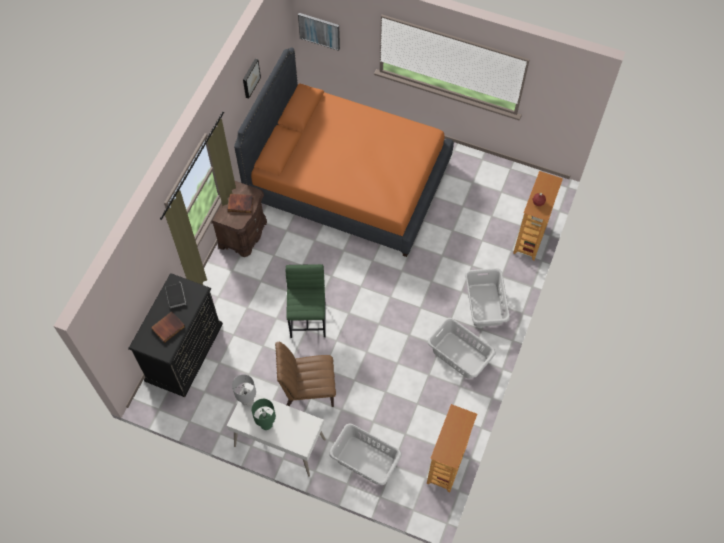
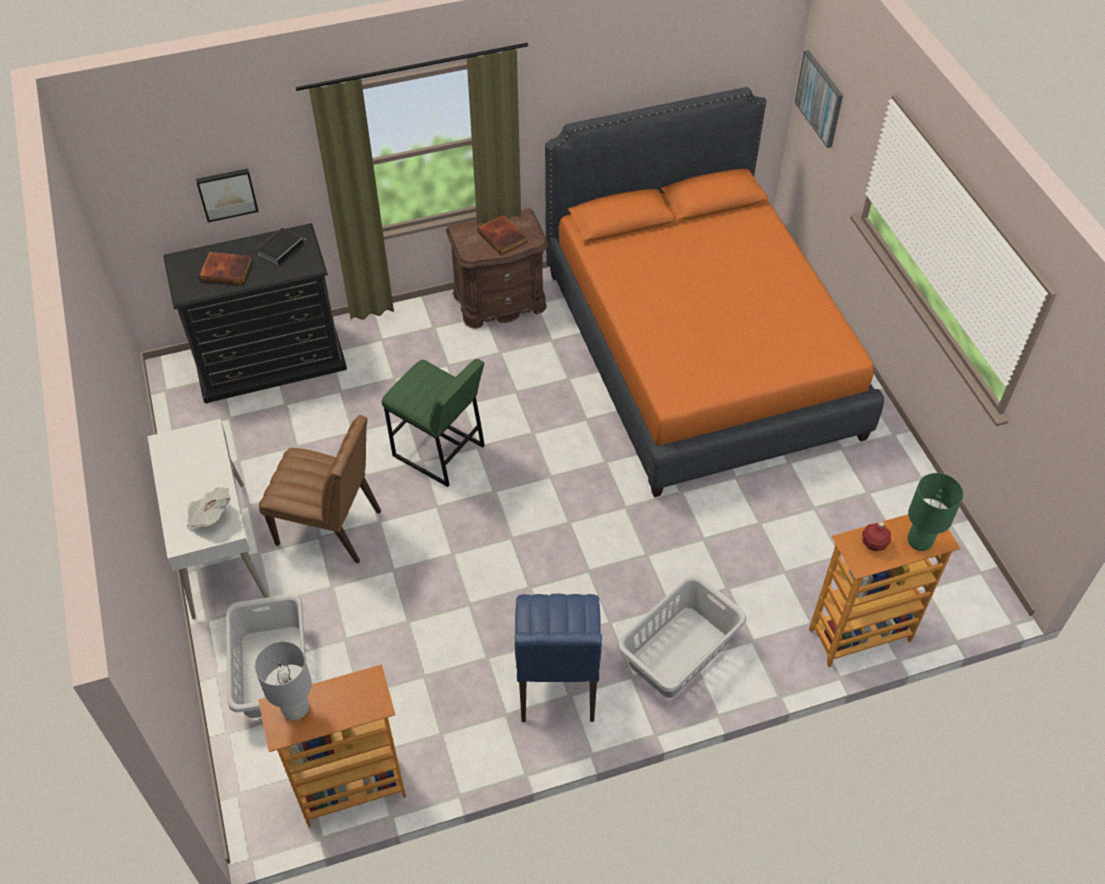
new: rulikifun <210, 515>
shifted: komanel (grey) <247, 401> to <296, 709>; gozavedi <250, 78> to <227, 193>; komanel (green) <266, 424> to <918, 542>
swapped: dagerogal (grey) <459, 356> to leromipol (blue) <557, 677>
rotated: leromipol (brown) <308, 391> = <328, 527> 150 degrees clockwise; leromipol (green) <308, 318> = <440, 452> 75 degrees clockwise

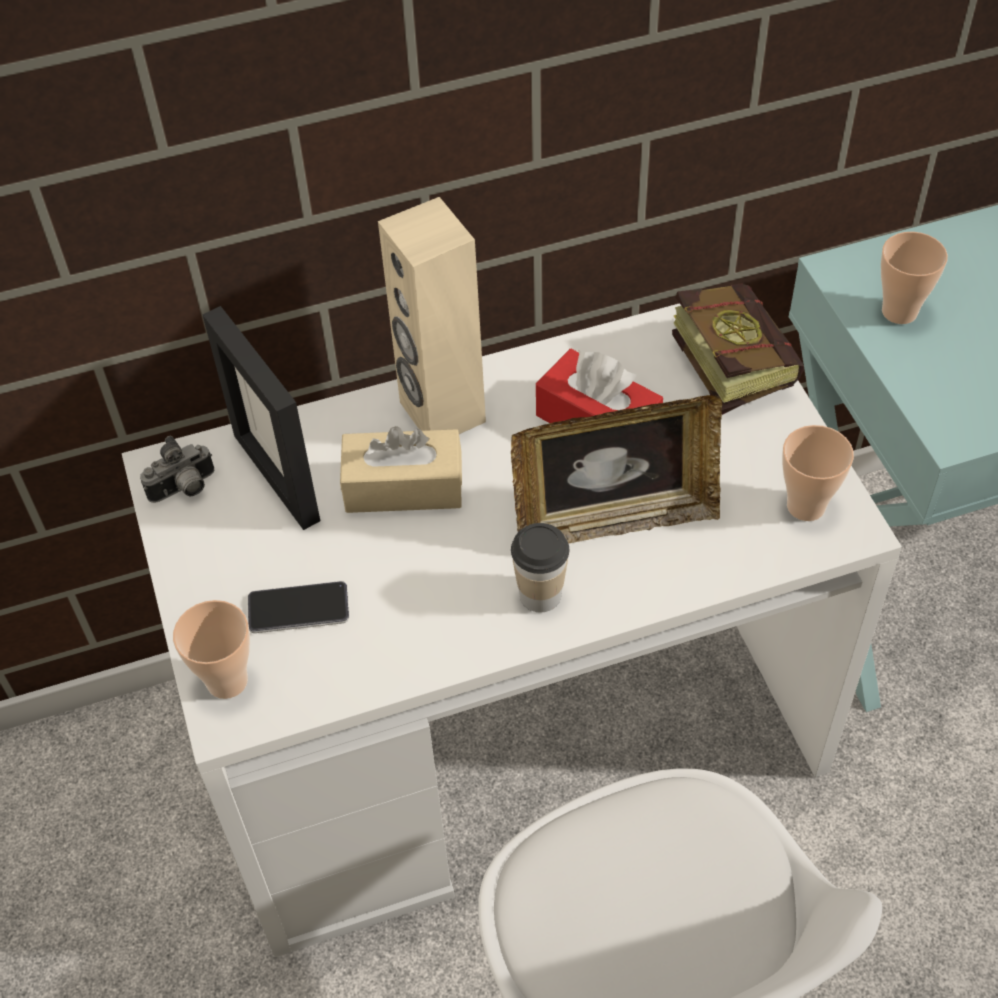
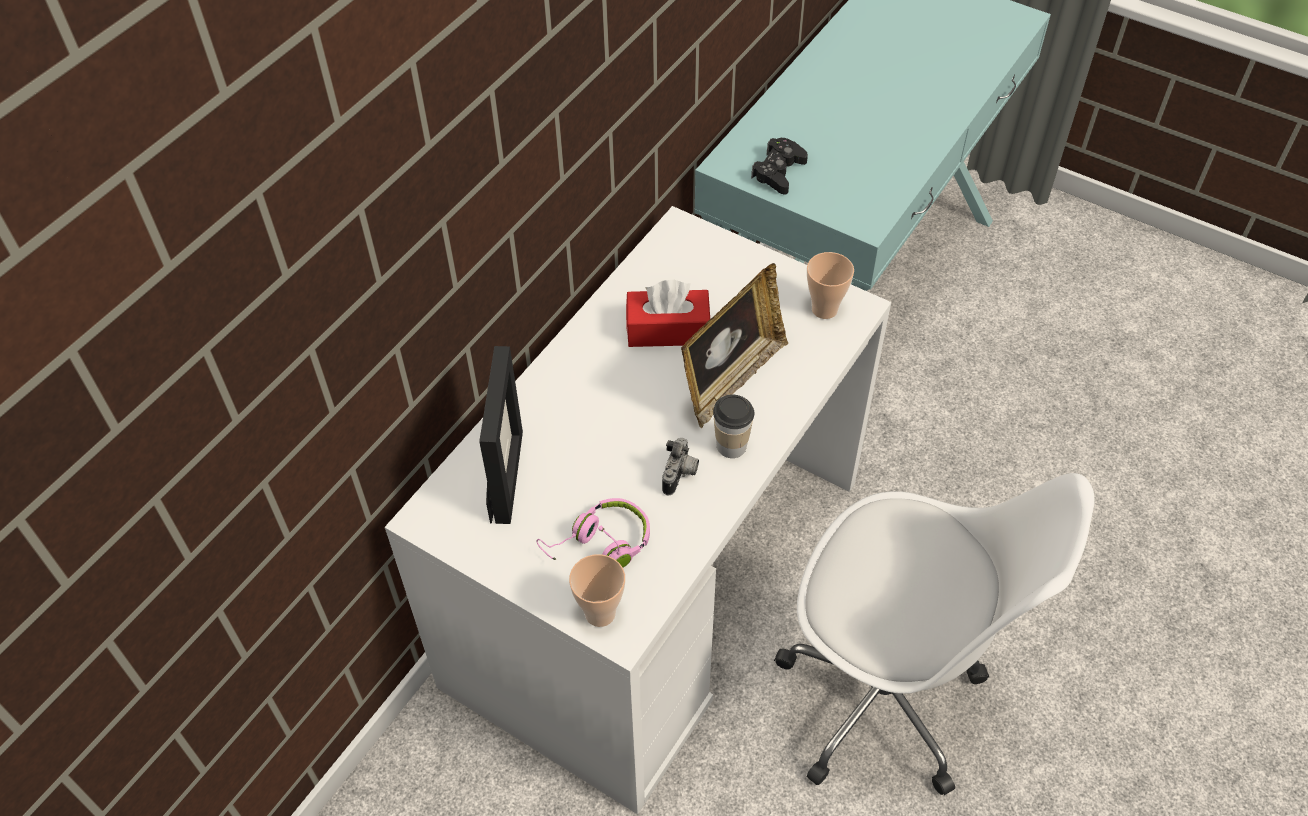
gone: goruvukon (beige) <403, 486>; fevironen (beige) <441, 412>; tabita <725, 360>
shifted: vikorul <185, 489> to <680, 475>
swapped: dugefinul <298, 609> to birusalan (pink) <600, 544>; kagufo <899, 311> to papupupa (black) <778, 172>
rotated: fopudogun <279, 476> = <506, 476> 105 degrees counterclockwise

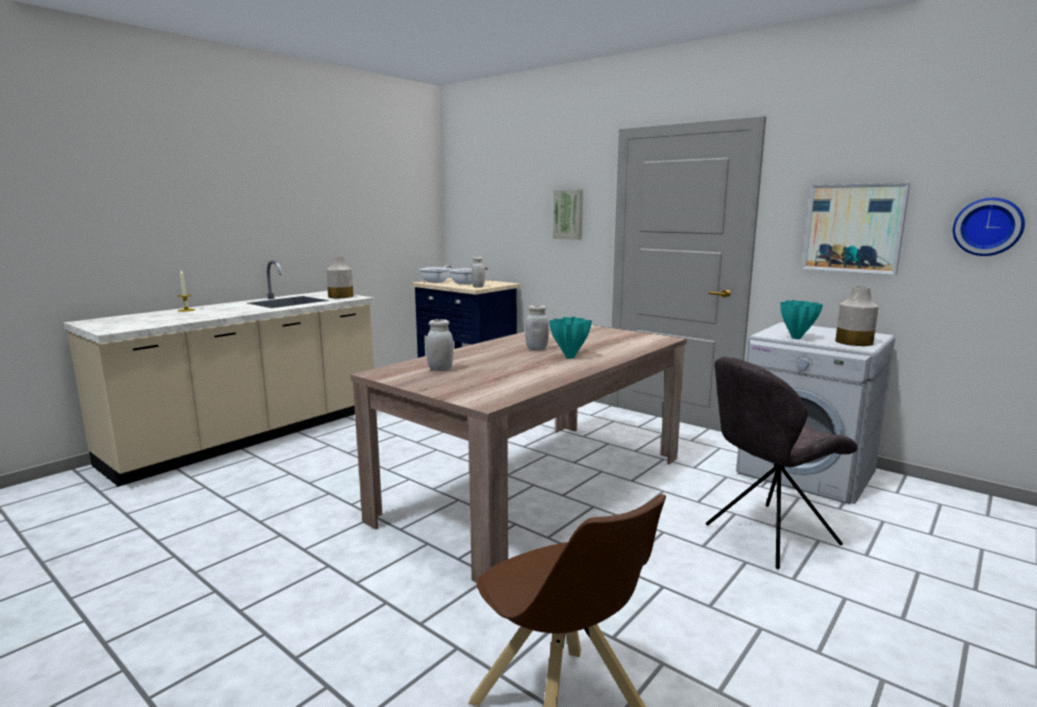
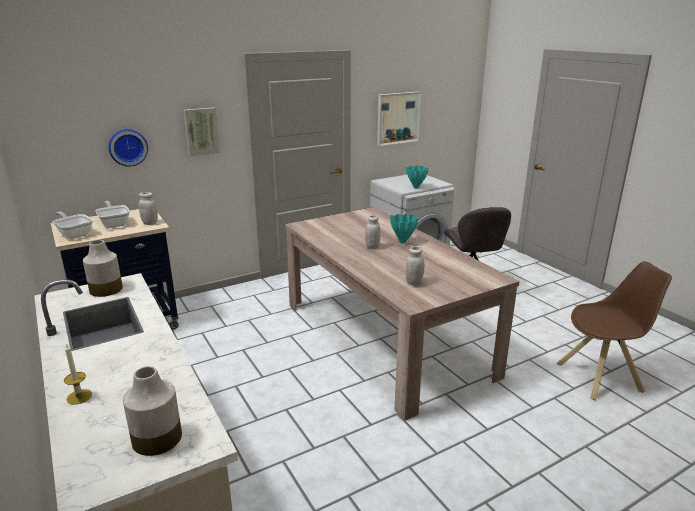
shifted: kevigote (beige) <853, 342> to <157, 438>; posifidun <987, 226> to <127, 147>

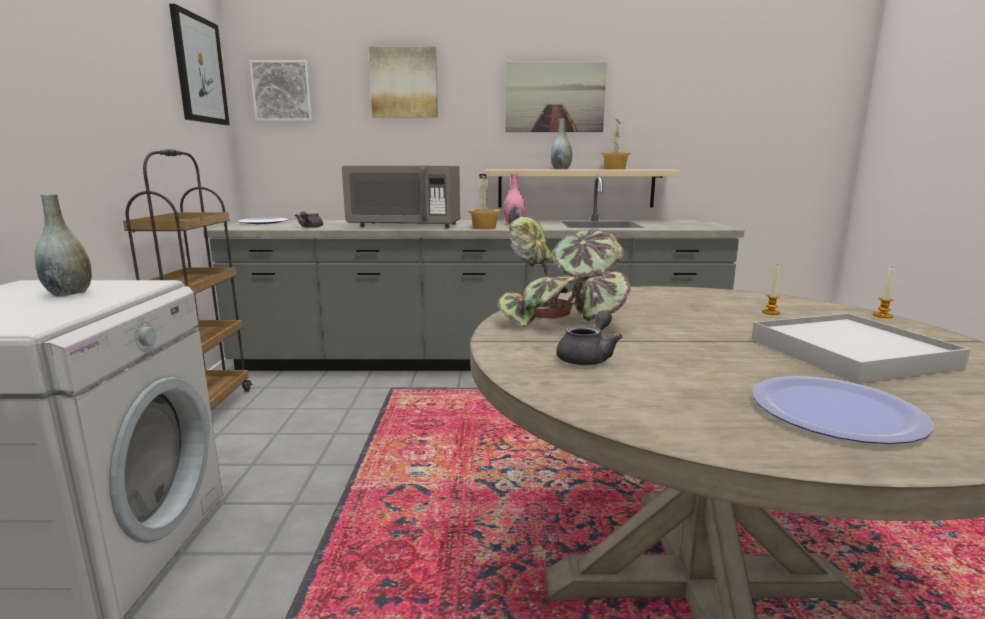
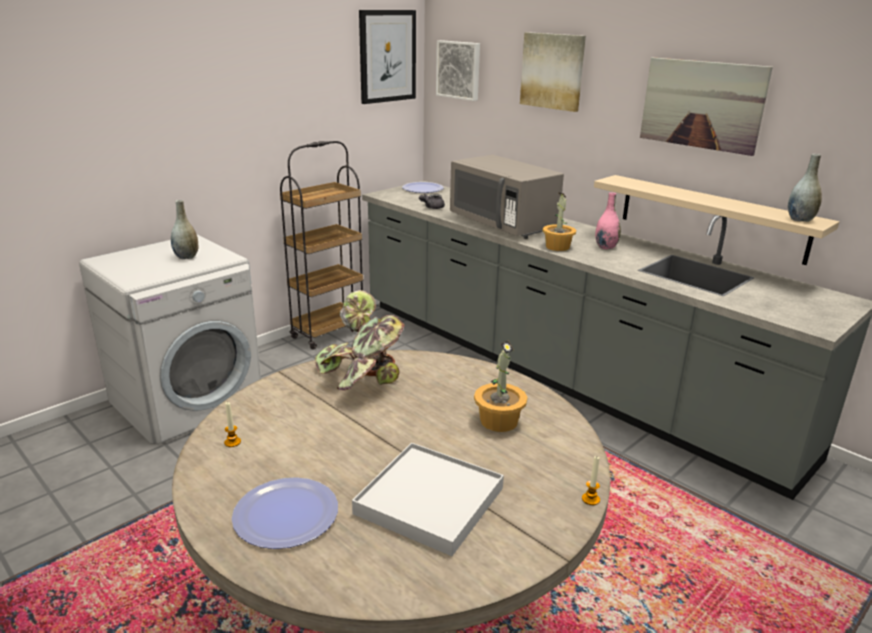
gone: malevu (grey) <588, 357>
shifted: kevigote (grey) <561, 169> to <800, 219>; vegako <614, 169> to <498, 421>; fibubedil <771, 312> to <232, 442>

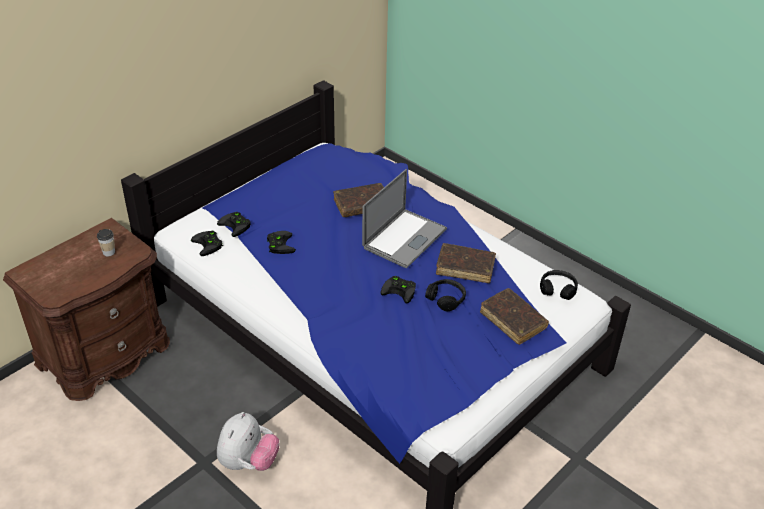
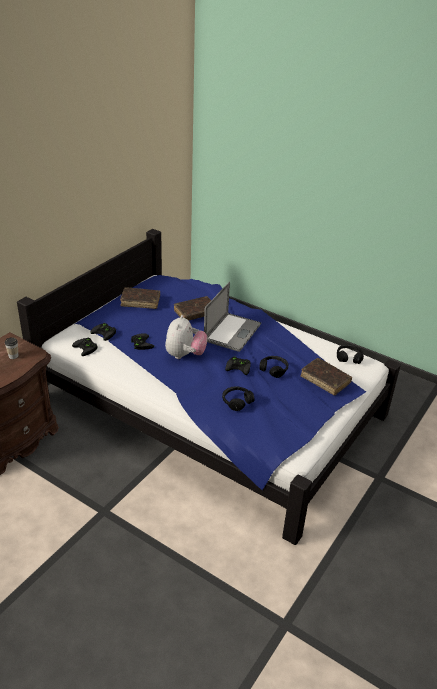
new: birusalan (black) <237, 401>
shifted: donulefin <248, 462> to <185, 355>; tabita (brown) <465, 268> to <140, 301>

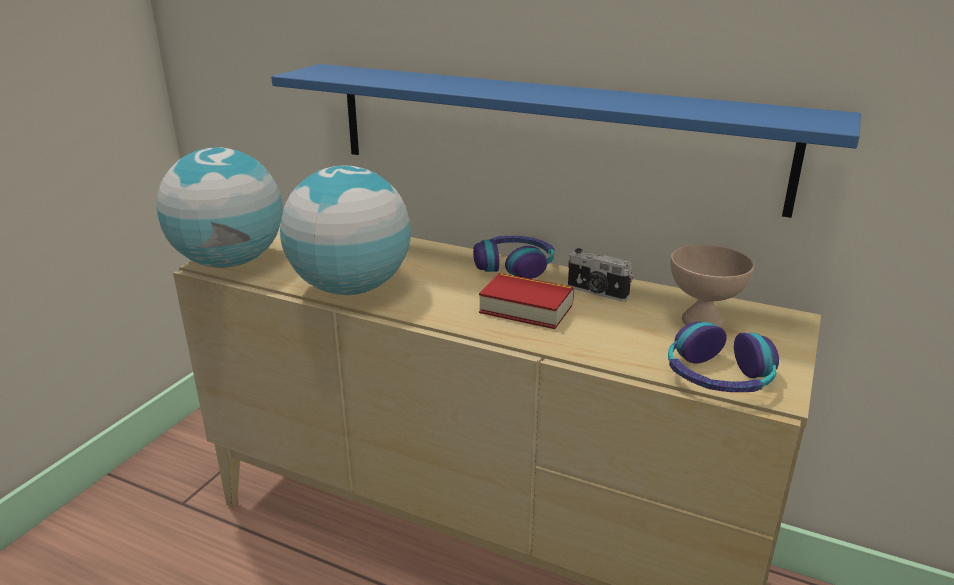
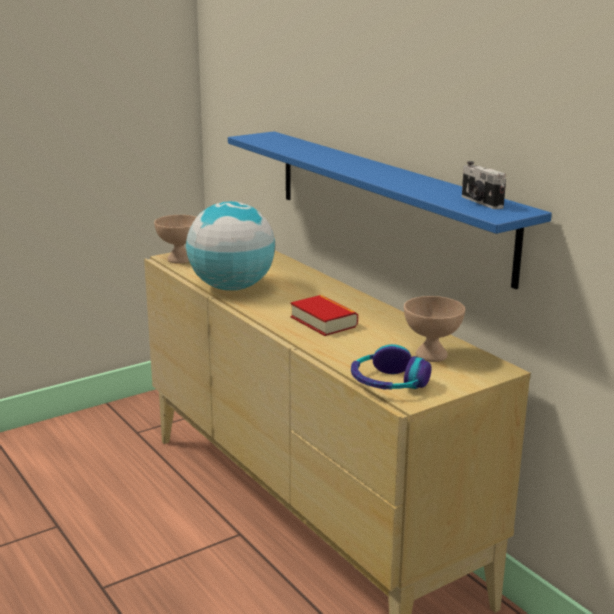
gone: birusalan <514, 266>
shifted: vikorul <597, 292> to <480, 202>
swapped: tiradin <229, 262> to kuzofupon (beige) <180, 259>

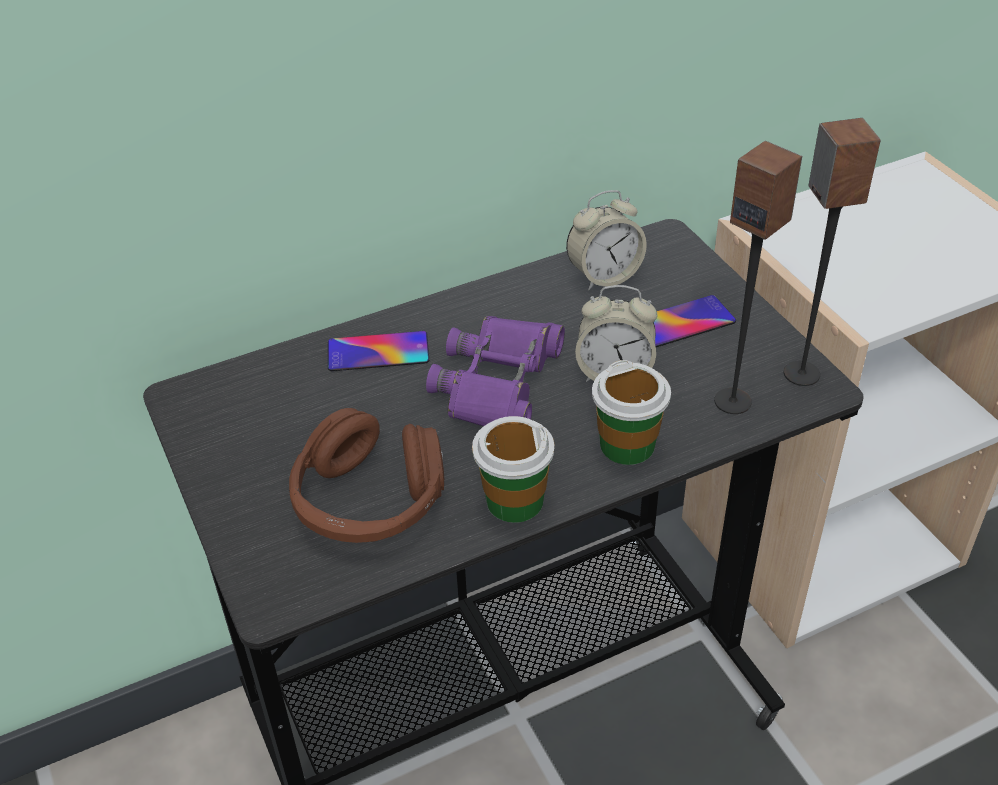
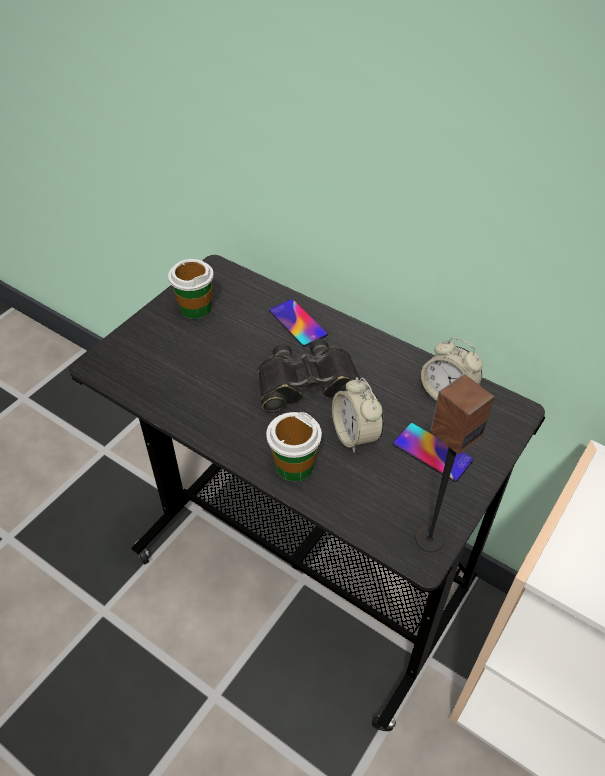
gone: birusalan (brown) <368, 500>; fevironen <733, 401>
shifted: kagufo <514, 500> to <195, 308>
repainted: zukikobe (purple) <498, 383> to zukikobe (black) <308, 384>

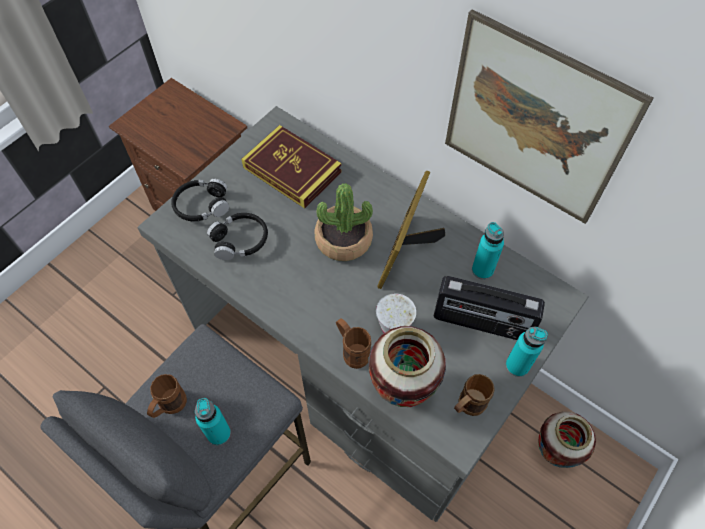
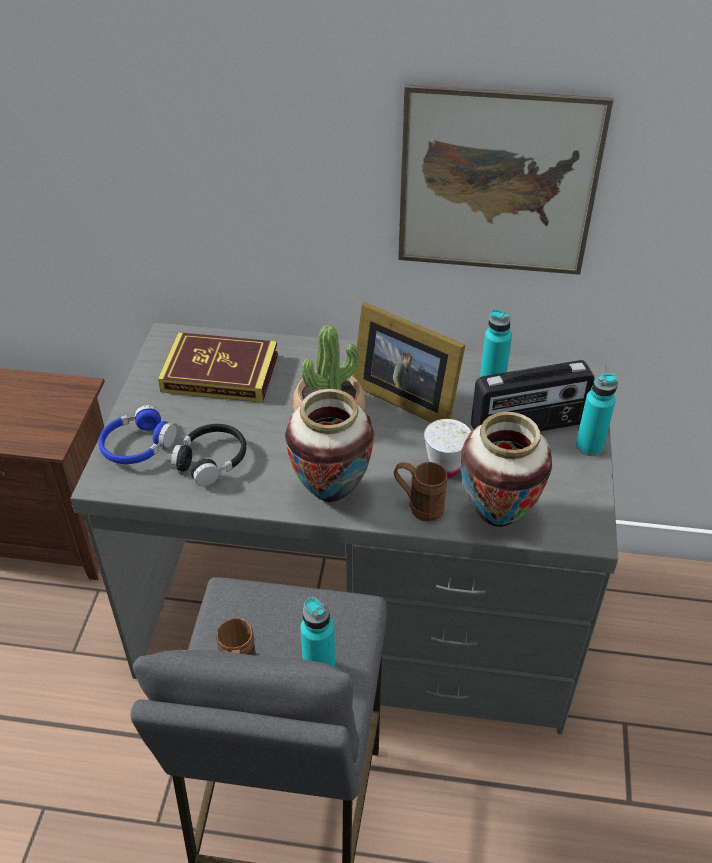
gone: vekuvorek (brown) <466, 407>
shifted: kevigote <553, 452> to <331, 493>
repainted: birusalan (black) <202, 205> to birusalan (blue) <137, 445>
rotated: fopudogun <407, 251> = <404, 396> 45 degrees counterclockwise

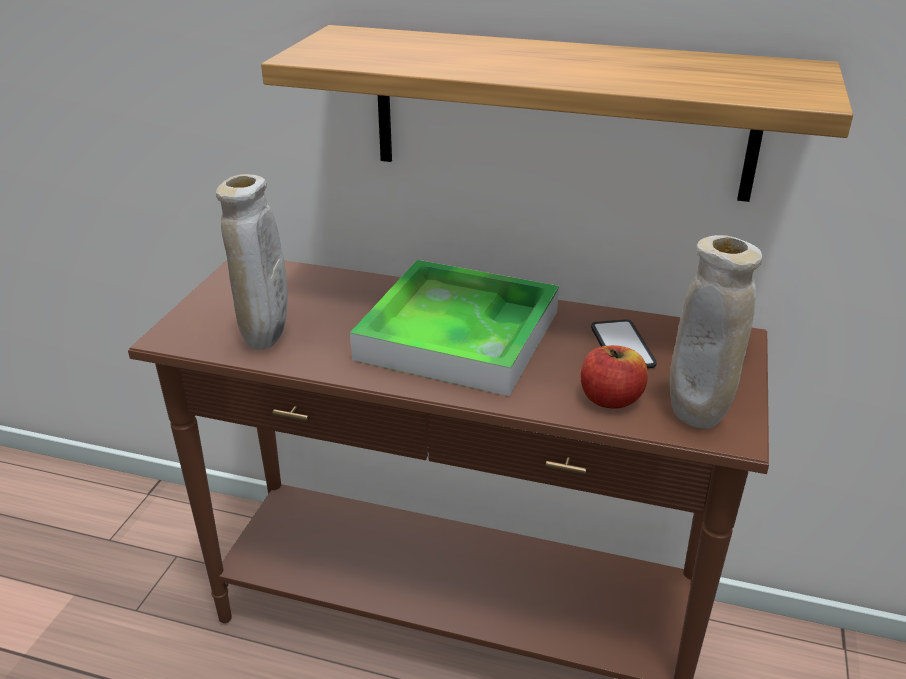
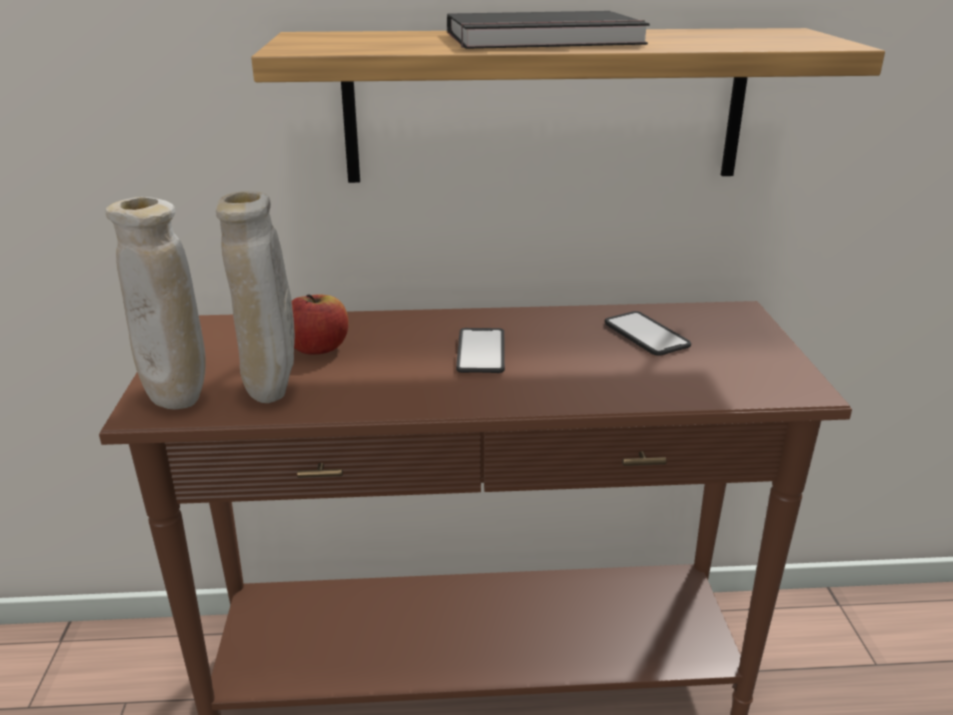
new: tabita (black) <545, 40>
shifted: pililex <610, 399> to <318, 348>; kevigote (beige) <697, 418> to <178, 401>
swapped: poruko <458, 335> to dugefinul <481, 352>

